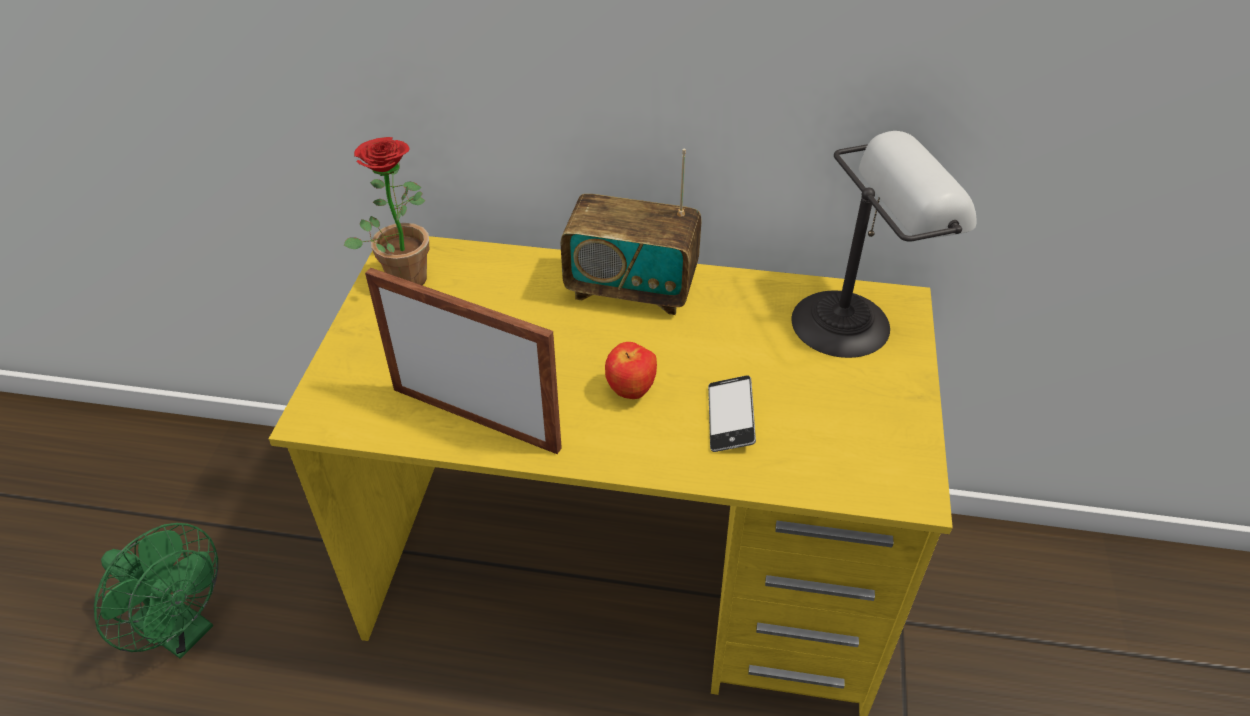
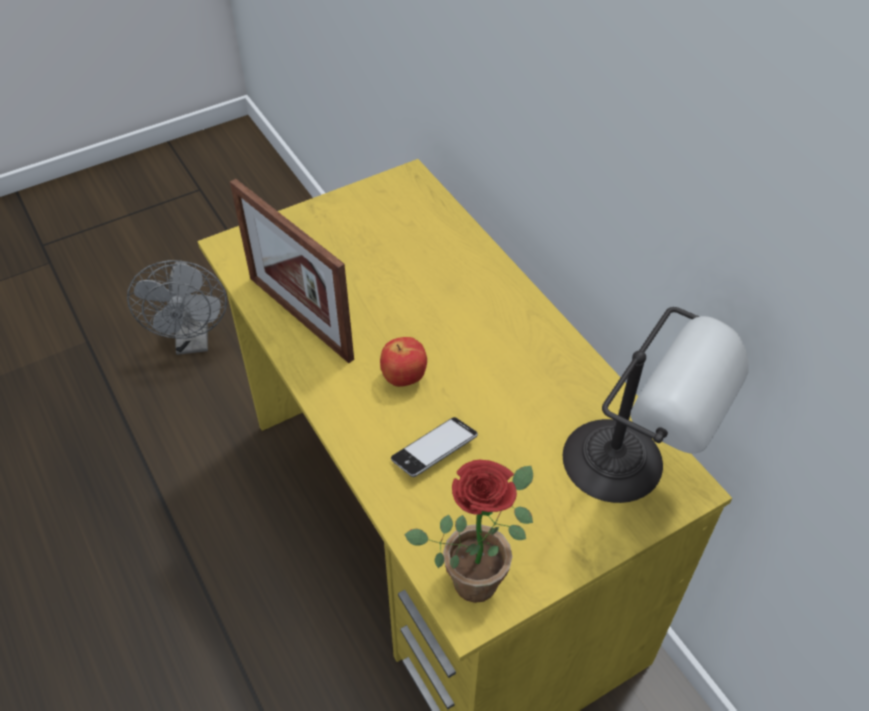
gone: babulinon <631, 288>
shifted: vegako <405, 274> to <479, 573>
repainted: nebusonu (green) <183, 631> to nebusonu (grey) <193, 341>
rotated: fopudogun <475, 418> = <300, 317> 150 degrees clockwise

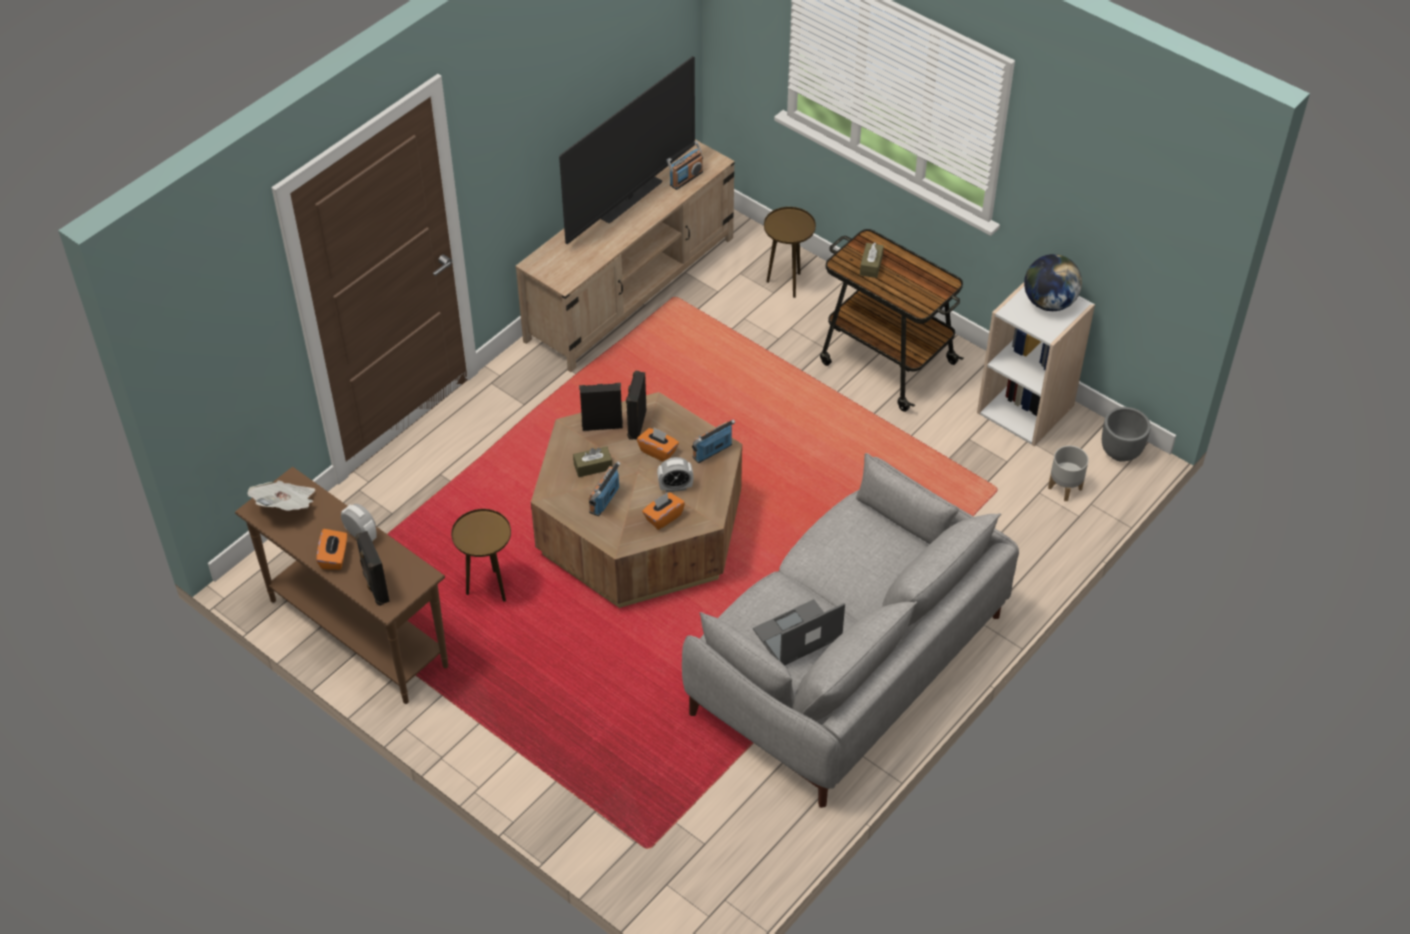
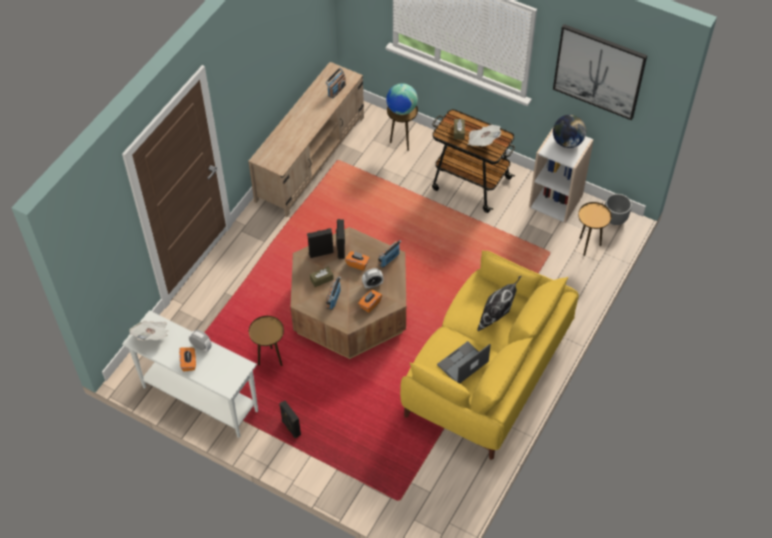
gone: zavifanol <630, 199>
new: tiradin <401, 110>; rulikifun <483, 141>; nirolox <497, 317>; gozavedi <599, 71>
shifted: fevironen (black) <375, 588> to <290, 428>
swapped: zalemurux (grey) <1065, 488> to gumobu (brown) <588, 246>
repainted: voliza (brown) <356, 634> to voliza (white) <199, 399>; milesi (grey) <845, 663> to milesi (yellow) <486, 371>

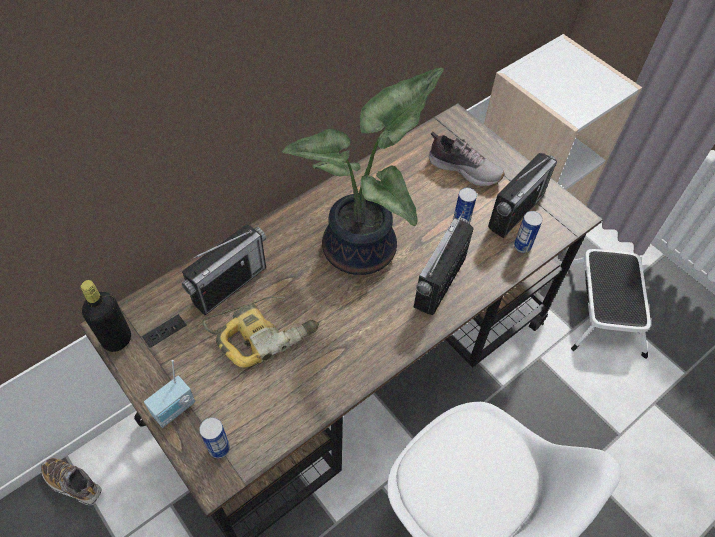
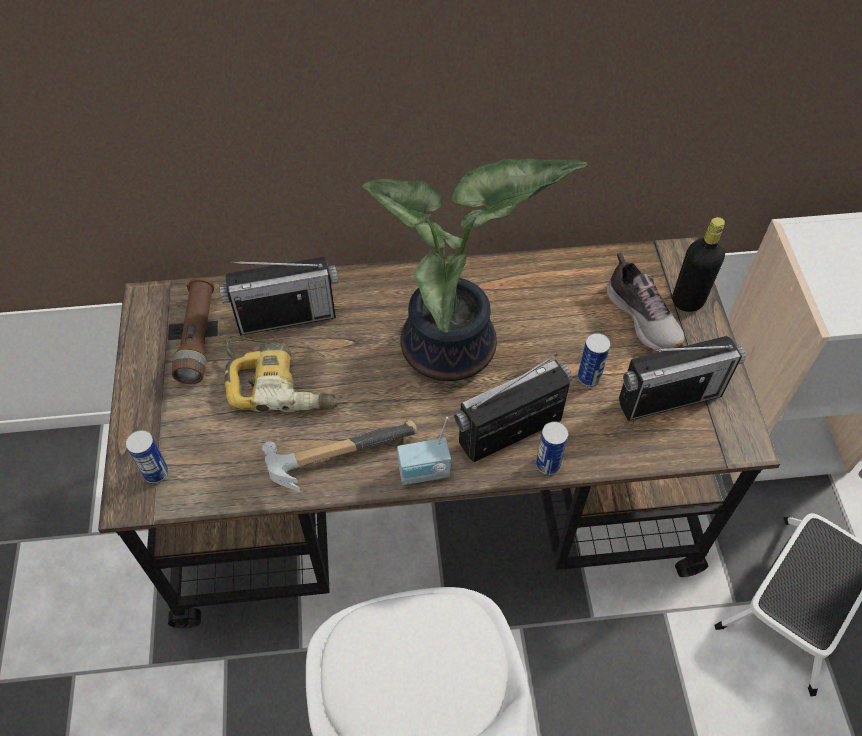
gone: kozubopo <73, 483>
new: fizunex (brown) <198, 338>; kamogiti <334, 453>
shifted: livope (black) <117, 339> to <688, 300>; babulinon <175, 409> to <424, 473>; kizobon <522, 246> to <547, 464>

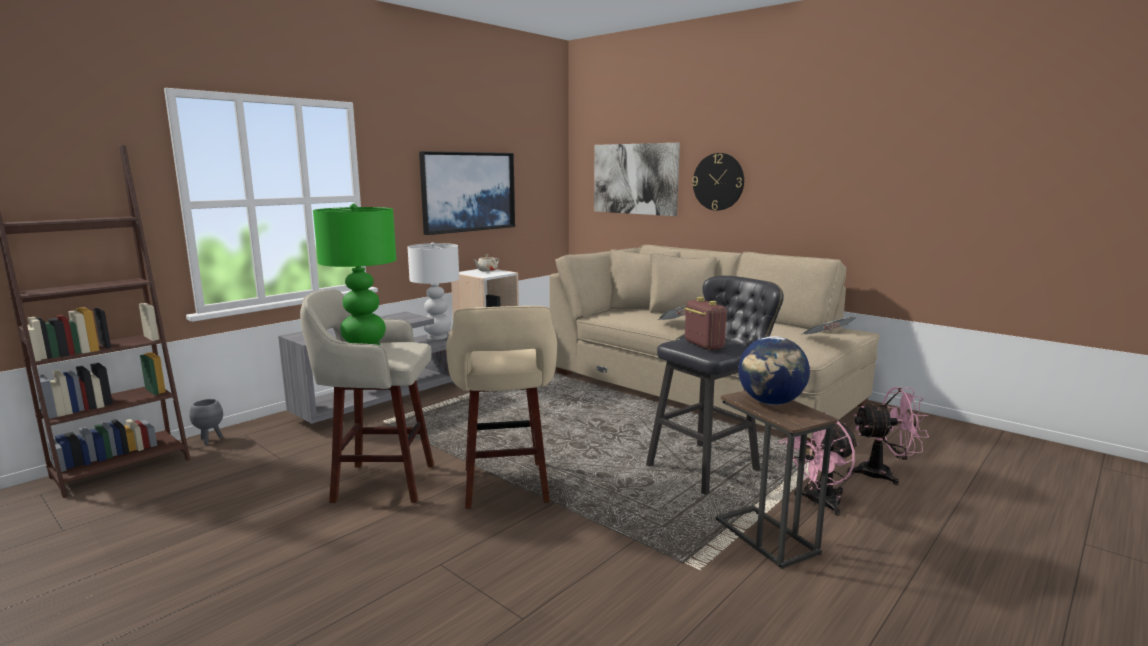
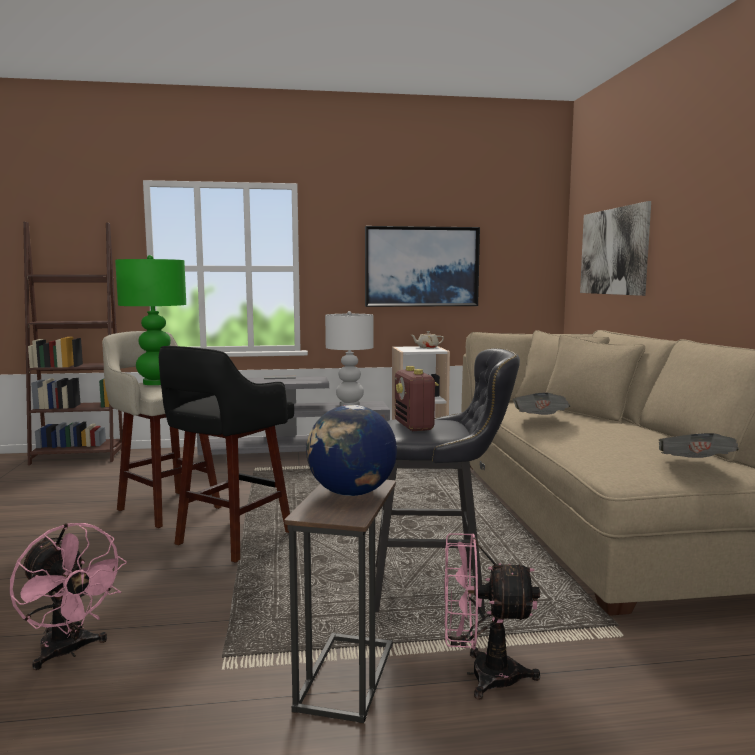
gone: zalemurux (grey) <210, 440>; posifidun <718, 181>
shifted: nebusonu (pink) <883, 474> to <69, 652>
repainted: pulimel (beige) <505, 487> to pulimel (black) <230, 540>
rotated: babulinon <703, 345> = <414, 426> 150 degrees clockwise

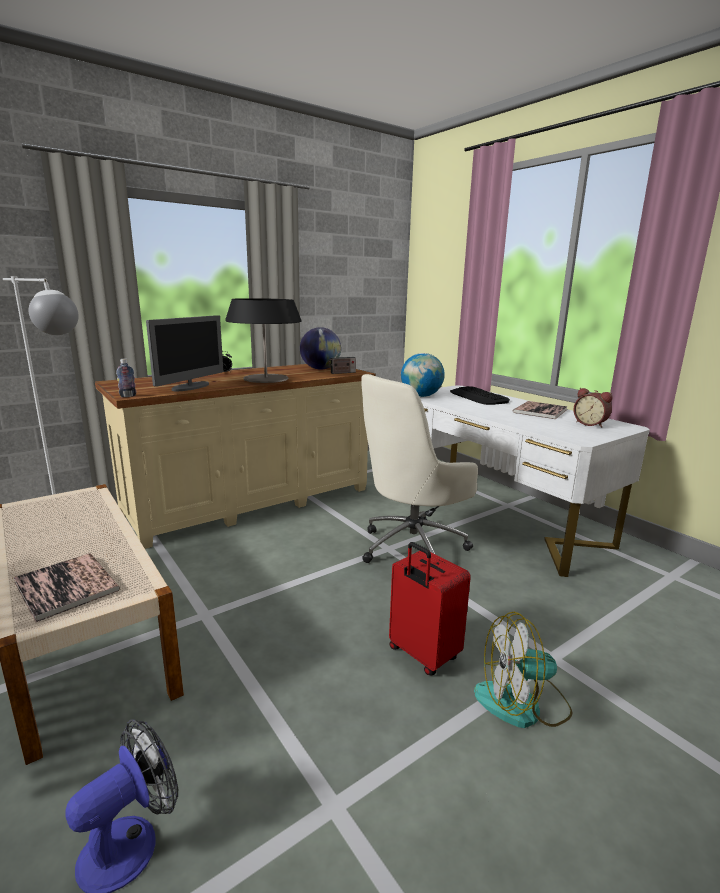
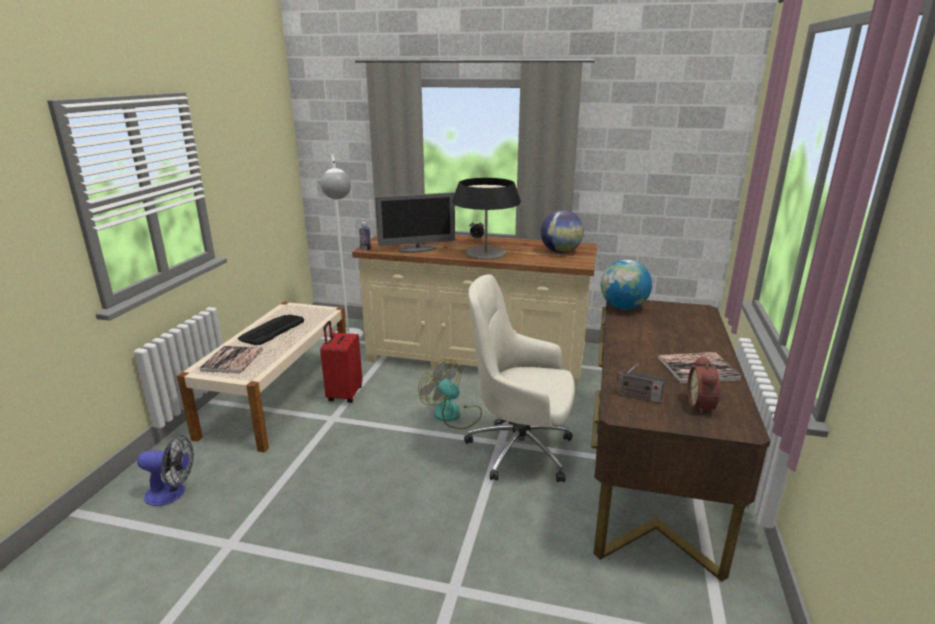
shifted: babulinon <342, 373> to <637, 397>; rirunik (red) <422, 655> to <344, 395>; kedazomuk <478, 397> to <271, 330>; nebusonu <522, 703> to <453, 415>
repainted: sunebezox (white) <496, 517> to sunebezox (brown) <651, 472>

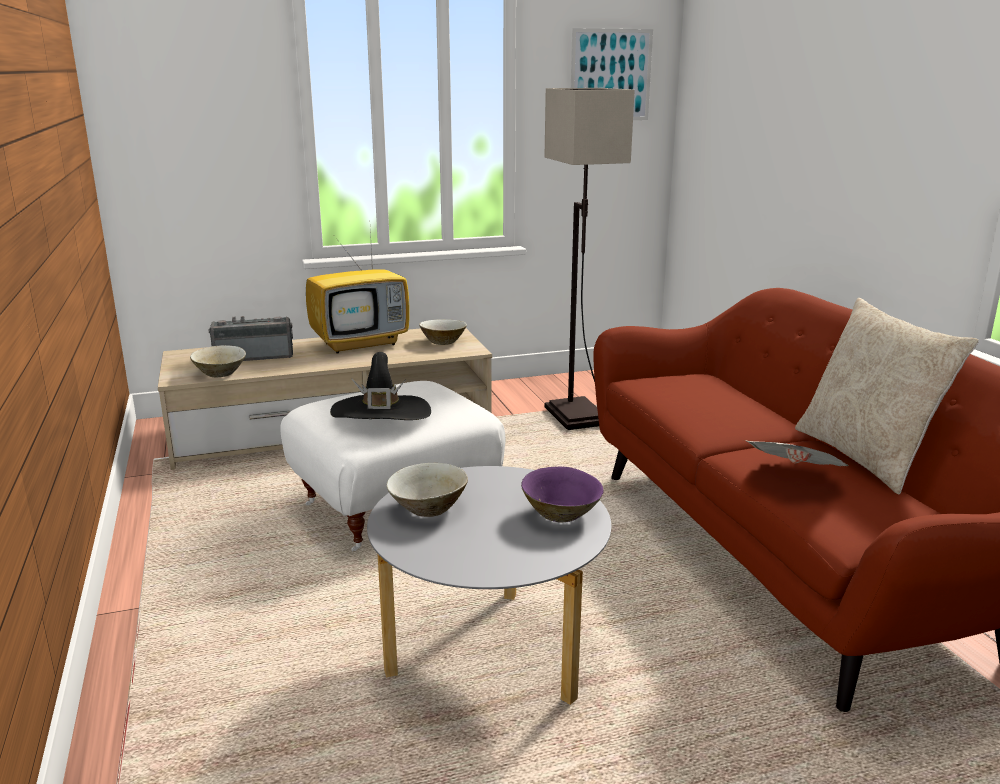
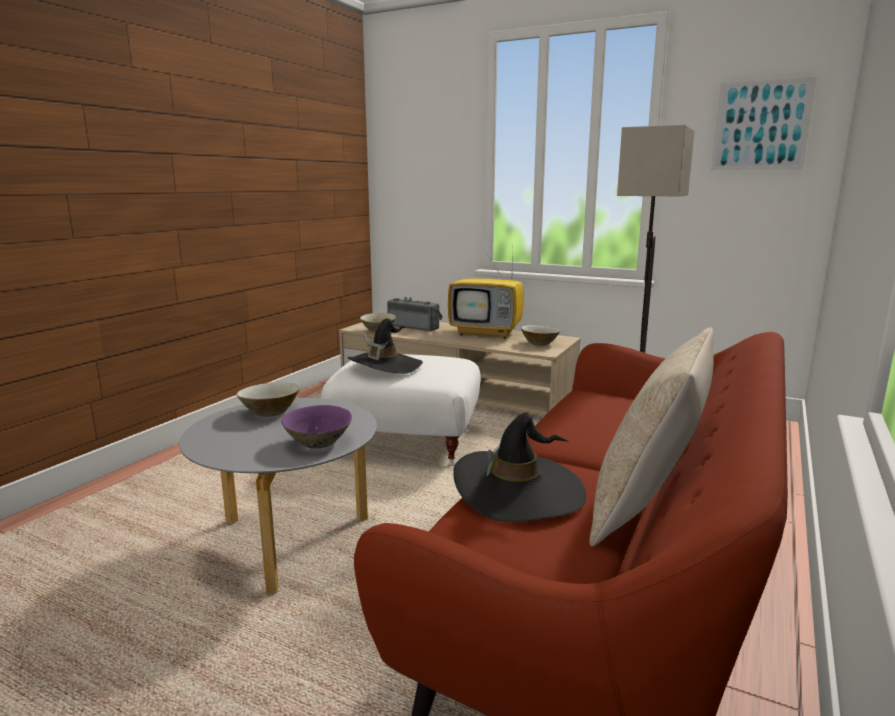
swapped: rulikifun <794, 479> to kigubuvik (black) <518, 491>

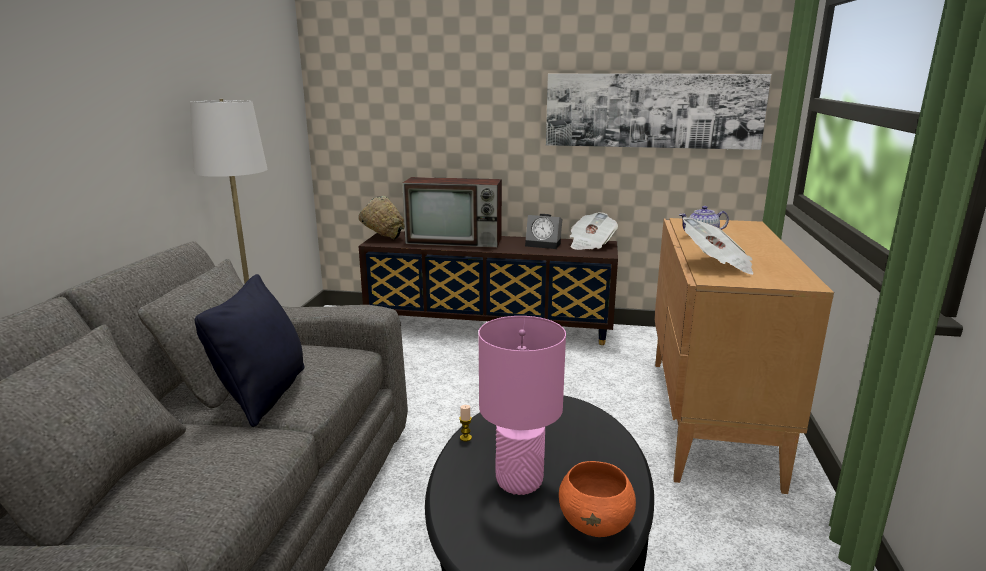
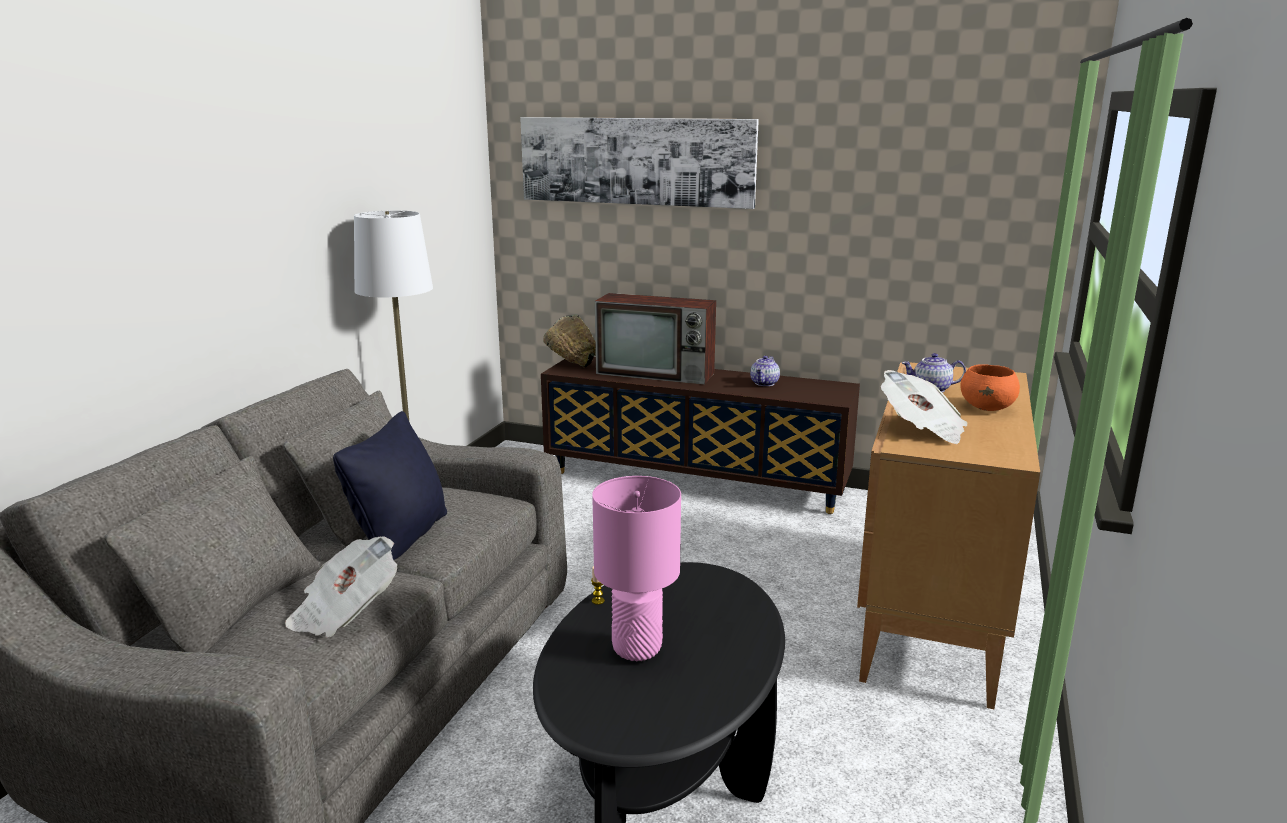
shifted: gozavedi <652, 111> to <635, 161>; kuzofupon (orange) <596, 523> to <987, 408>; rulikifun <590, 244> to <345, 612>
swapped: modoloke <544, 244> to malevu <764, 383>

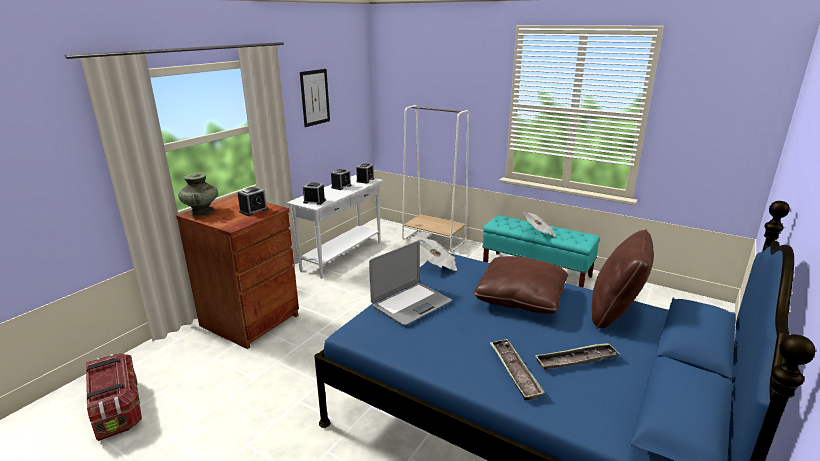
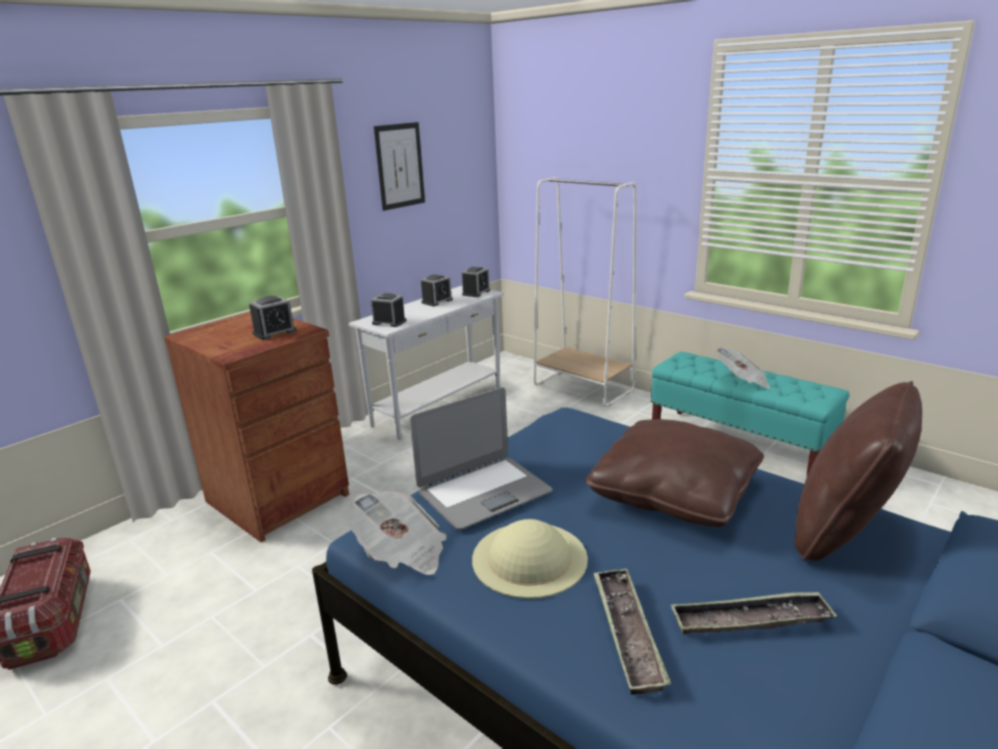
gone: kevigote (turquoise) <201, 212>
new: kigubuvik (beige) <529, 558>
shifted: rulikifun <437, 265> to <402, 553>

